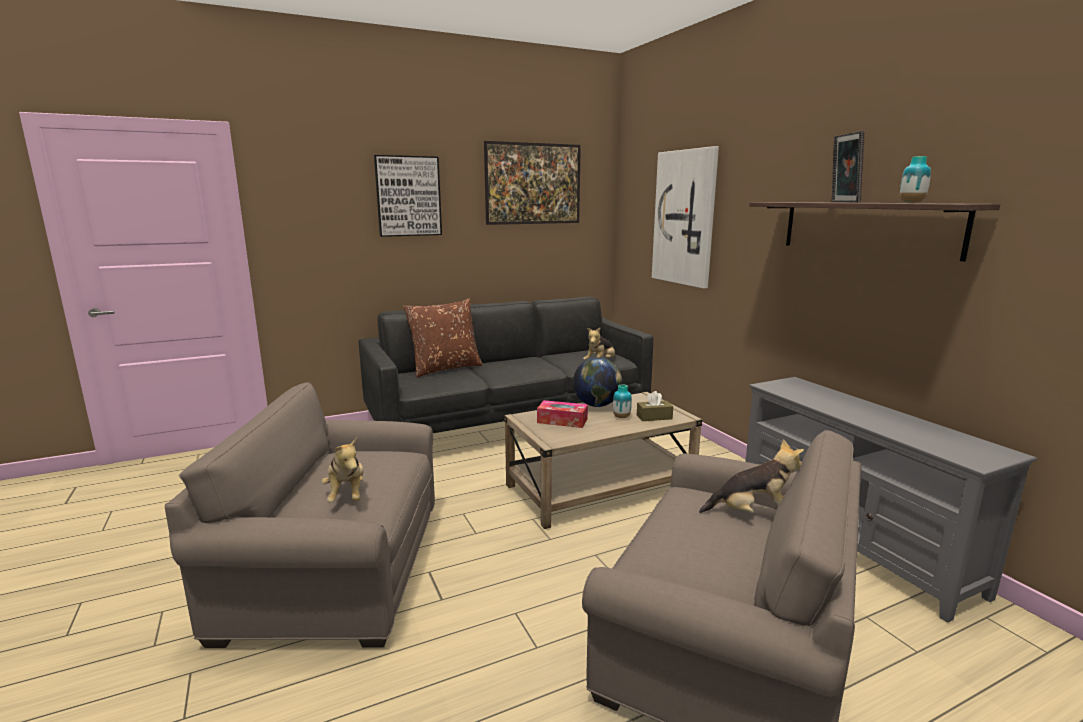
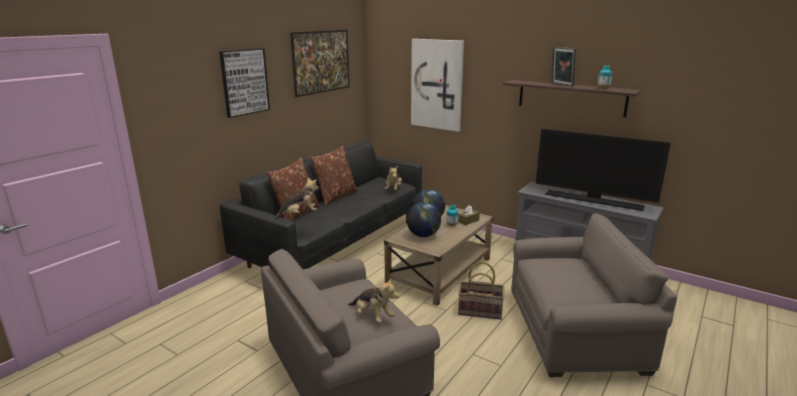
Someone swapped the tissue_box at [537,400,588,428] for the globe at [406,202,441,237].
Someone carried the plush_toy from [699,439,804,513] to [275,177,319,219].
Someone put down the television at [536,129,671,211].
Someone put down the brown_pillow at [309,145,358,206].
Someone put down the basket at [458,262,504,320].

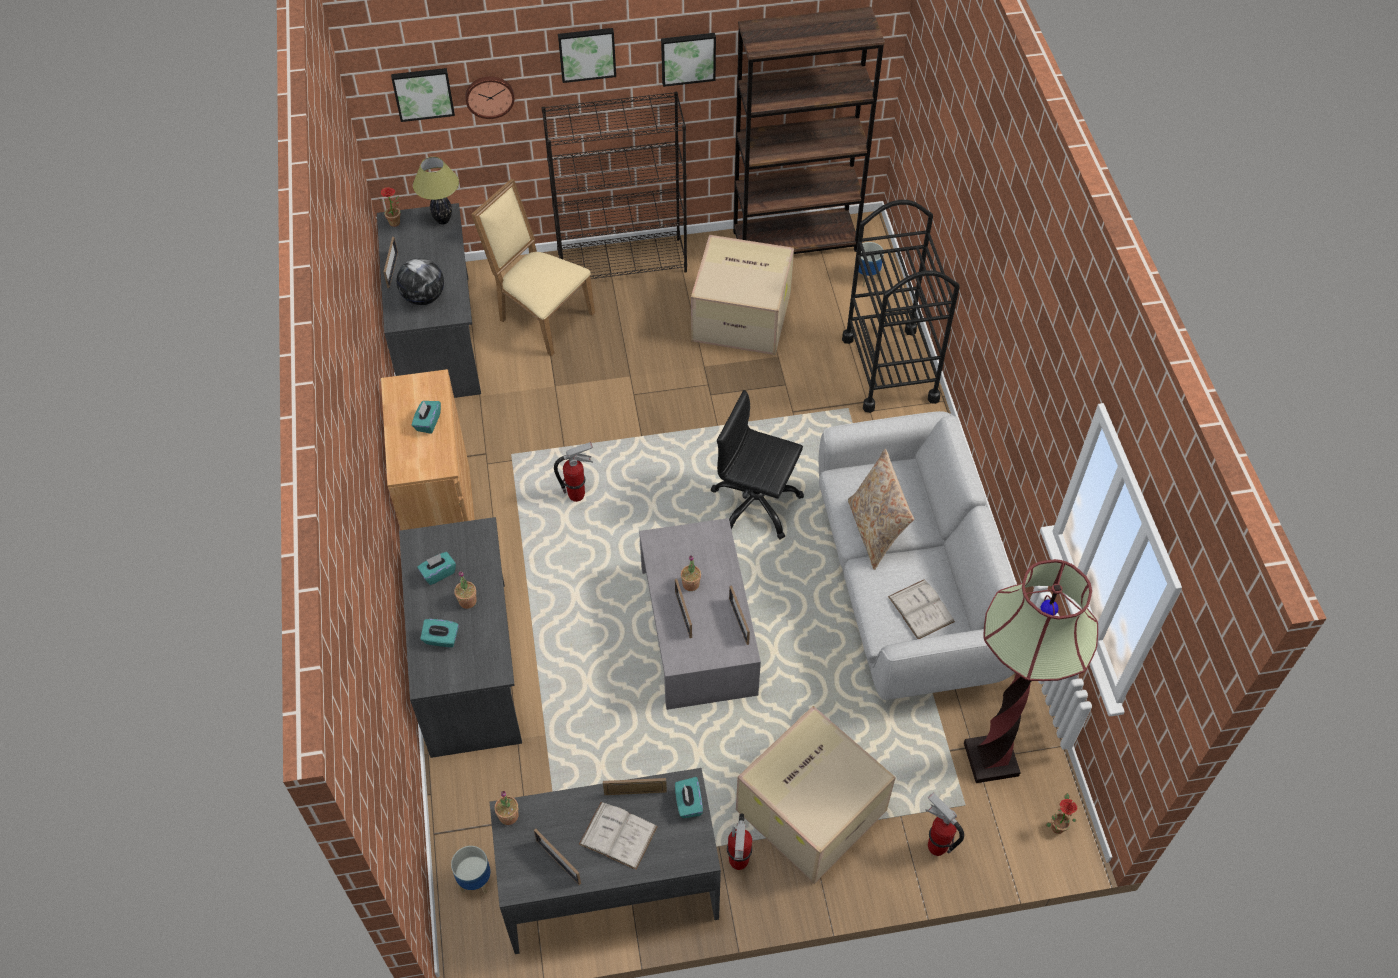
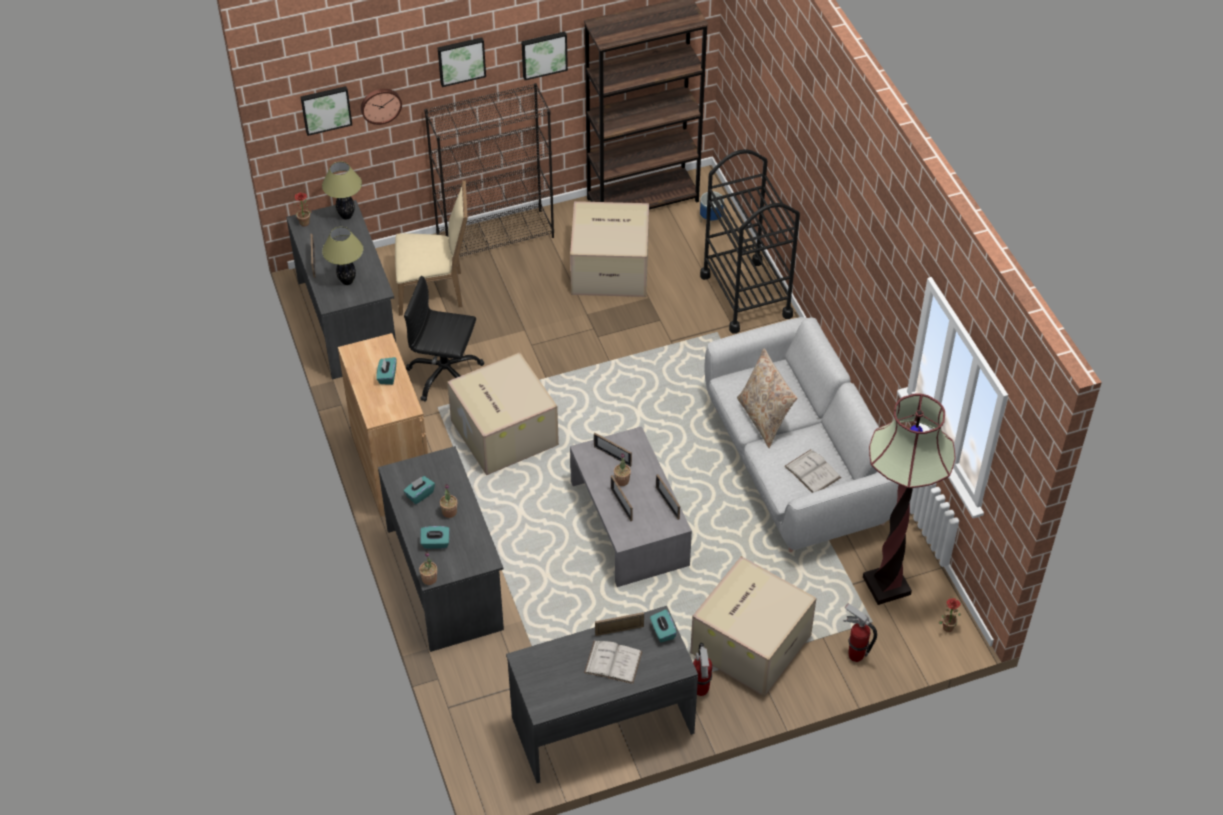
Someone rotated the beige_chair at [471,178,595,356] by 150 degrees clockwise.
Someone swapped the globe at [396,258,444,305] for the table_lamp at [322,227,363,285].
Someone carried the black_office_chair from [711,390,804,540] to [404,276,484,402].
Someone swapped the fire_extinguisher at [554,442,593,502] for the cardboard_box at [447,352,559,475].
Someone carried the potted_plant from [494,791,518,825] to [419,552,437,585].
Someone carried the picture_frame from [534,828,581,885] to [594,433,632,467].
Someone took away the planter at [451,846,491,894].

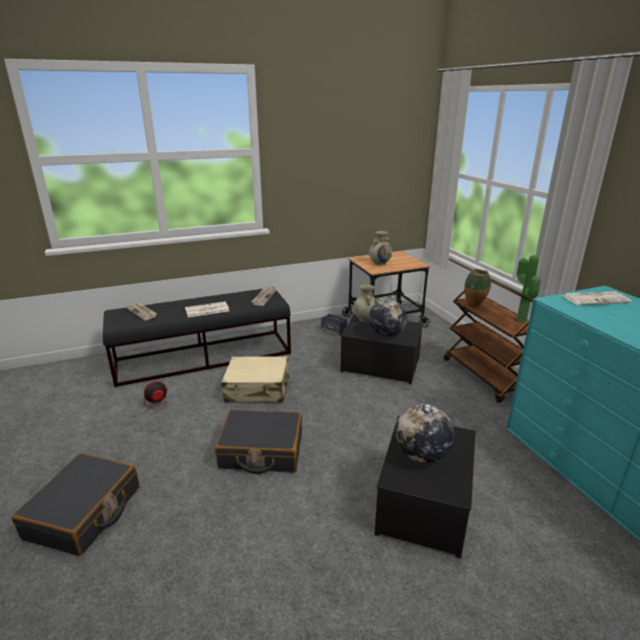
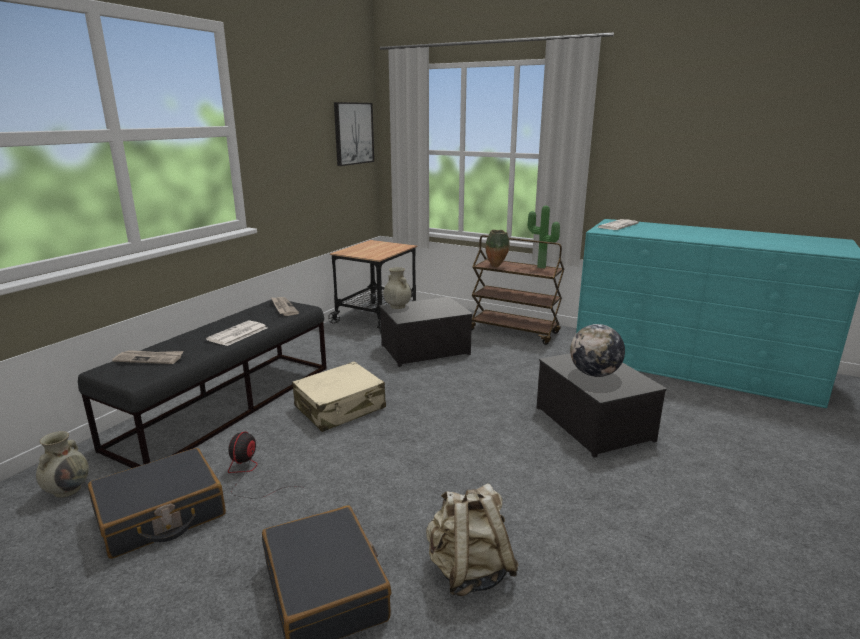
Someone carried the beige_vase from [369,231,392,265] to [36,431,89,498].
Someone took away the globe at [369,299,407,338].
Someone took away the speaker at [322,314,347,336].
Someone carried the black_suitcase from [215,410,302,474] to [88,448,226,559].
Someone put up the picture at [334,102,374,166].
Someone put down the beige_backpack at [426,483,519,596].

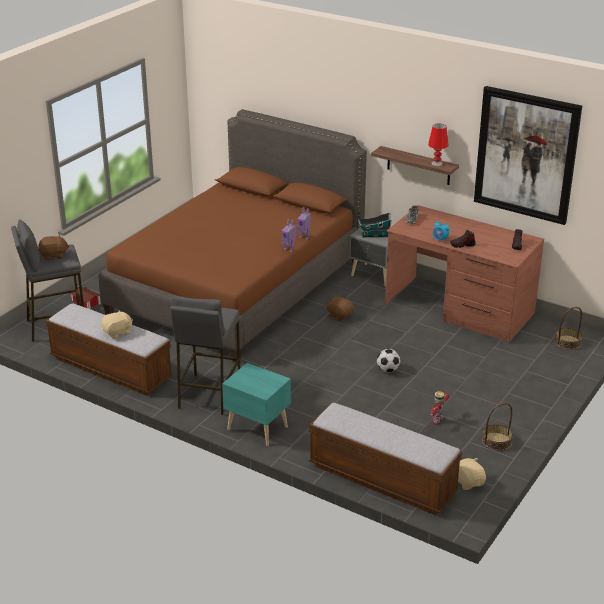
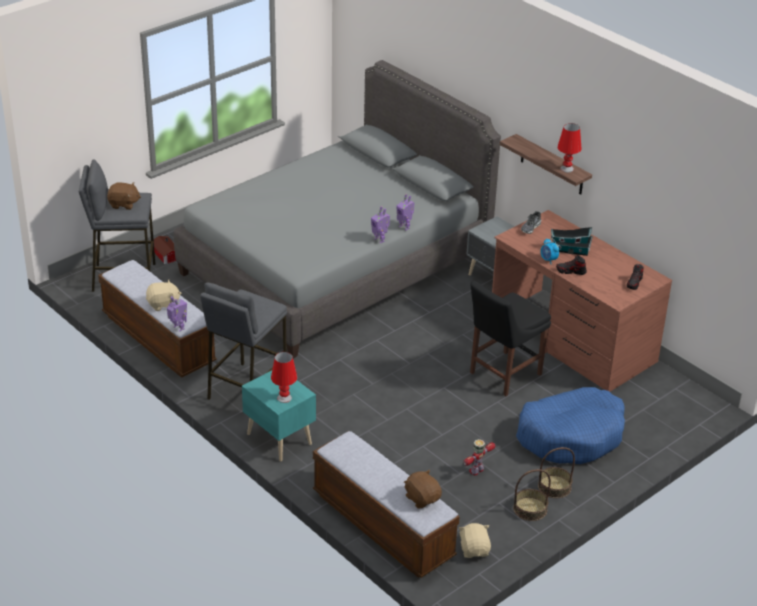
Someone took away the picture at [474,86,582,225].
Someone repainted the brown_bed at [99,109,367,363], which became the grey_bed at [174,60,501,358].
Someone carried the toy_house from [358,212,391,238] to [551,227,593,256].
Someone carried the brown_plush_toy from [327,295,354,321] to [404,470,442,509].
Someone carried the basket from [555,307,583,350] to [538,447,575,498].
Someone took away the football at [377,349,400,373].
Someone put down the black_chair at [470,281,551,396].
Someone put down the toy_robot at [167,296,187,332].
Someone put down the red_table_lamp at [271,352,297,403].
Someone put down the blue_dog_bed at [516,387,625,464].

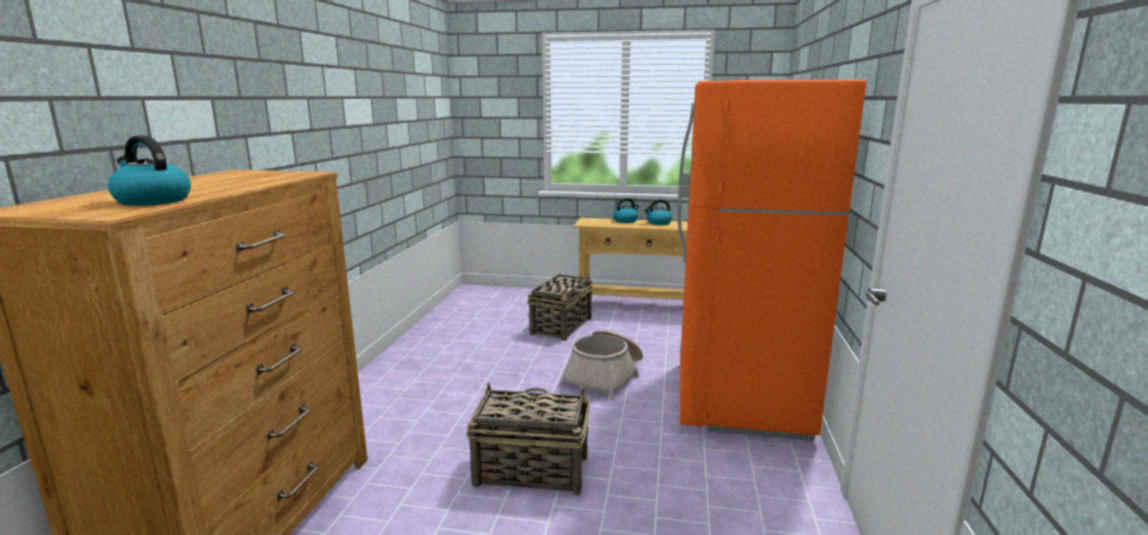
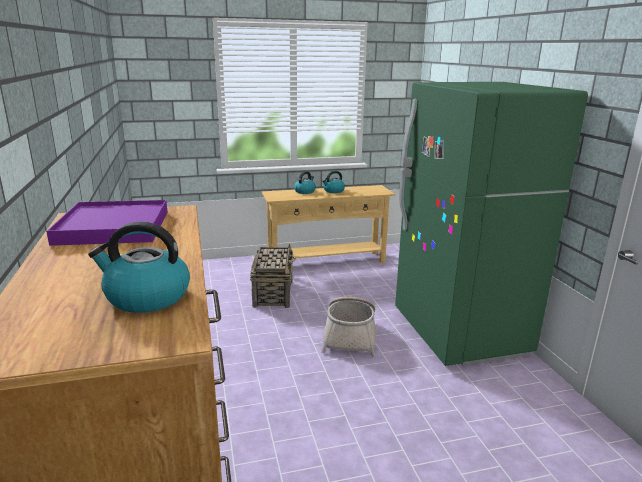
Someone repainted the orange_fridge at [678,80,866,441], which became the green_fridge at [395,82,588,366].
Someone took away the basket at [466,382,590,495].
Someone put down the purple_tray at [46,200,167,246].

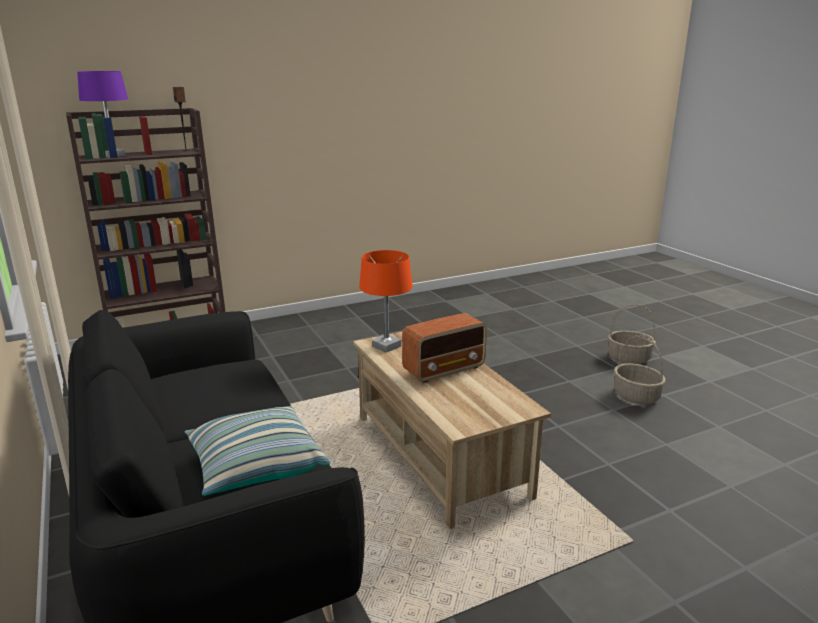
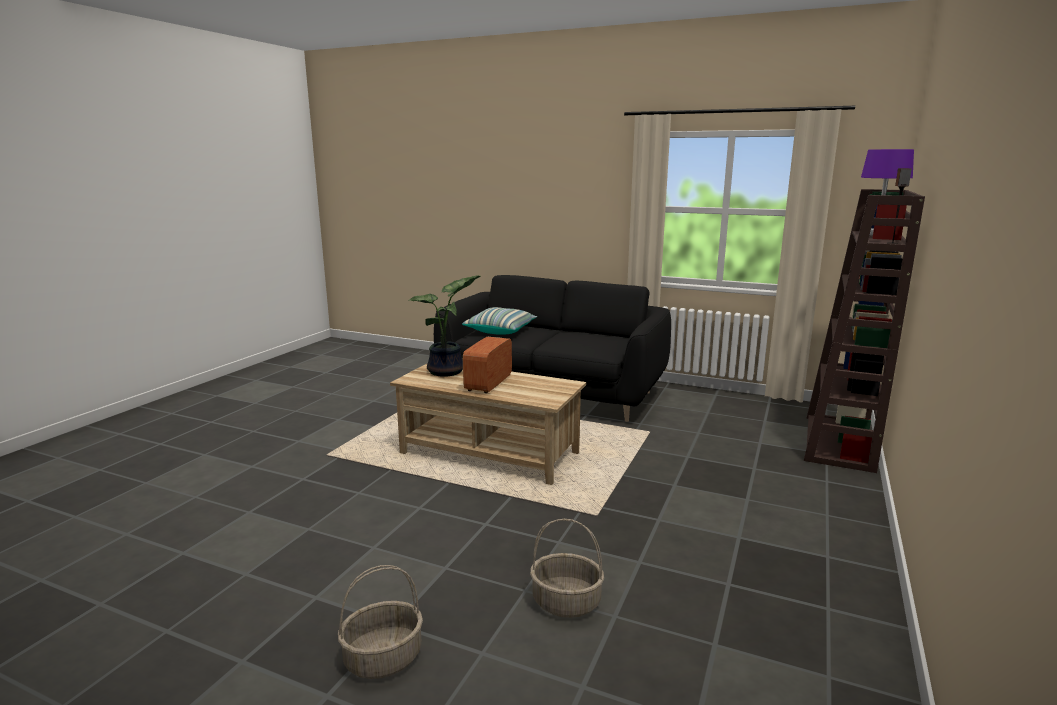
Someone took away the orange_table_lamp at [359,250,413,353].
Someone carried the basket from [614,335,666,405] to [530,519,604,618].
Someone put down the potted_plant at [408,275,481,377].

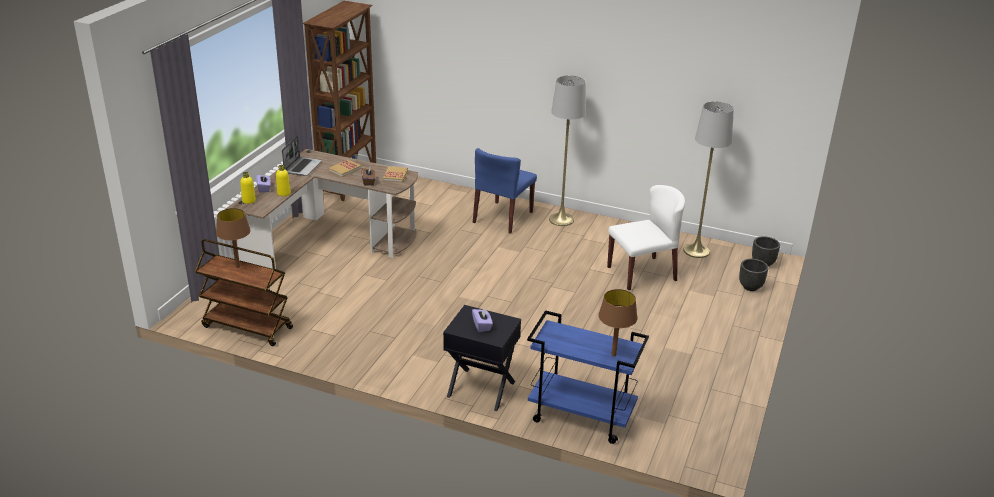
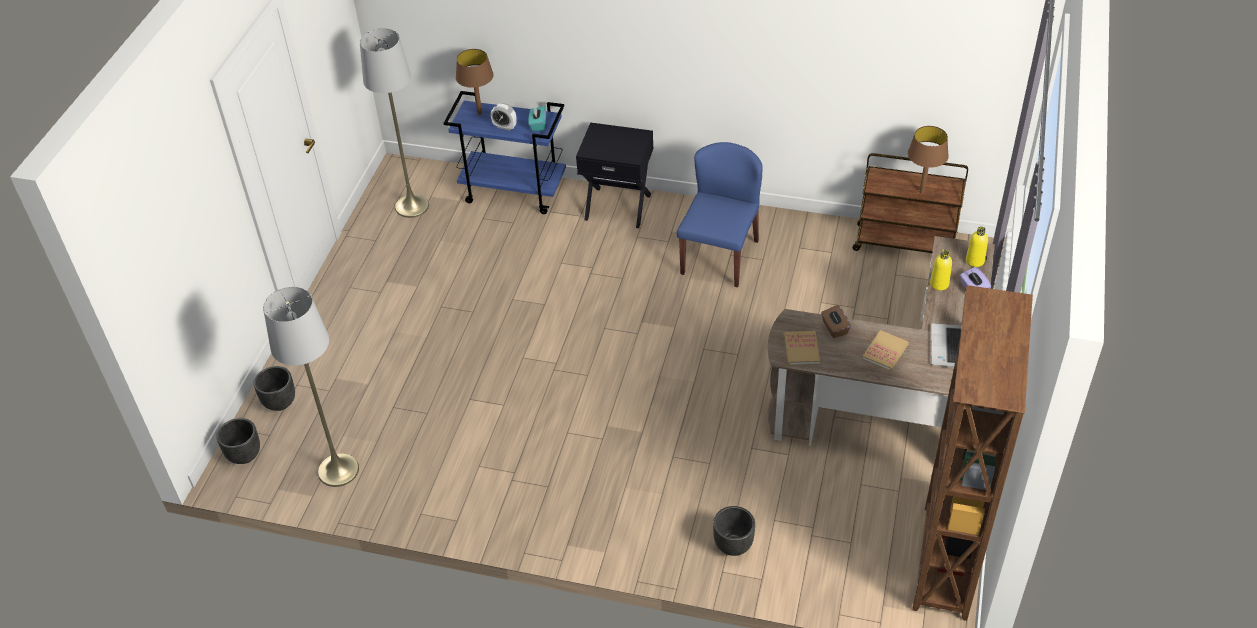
Someone carried the grey_floor_lamp from [549,75,586,226] to [360,28,429,218].
Someone carried the blue_chair from [473,148,537,234] to [677,142,763,287].
Someone took away the white_chair at [607,185,685,290].
Someone took away the purple_tissue_box at [472,308,493,332].
Someone put down the alarm_clock at [491,103,517,131].
Someone put down the turquoise_tissue_box at [528,106,546,131].
Someone put down the black_planter at [713,506,755,556].

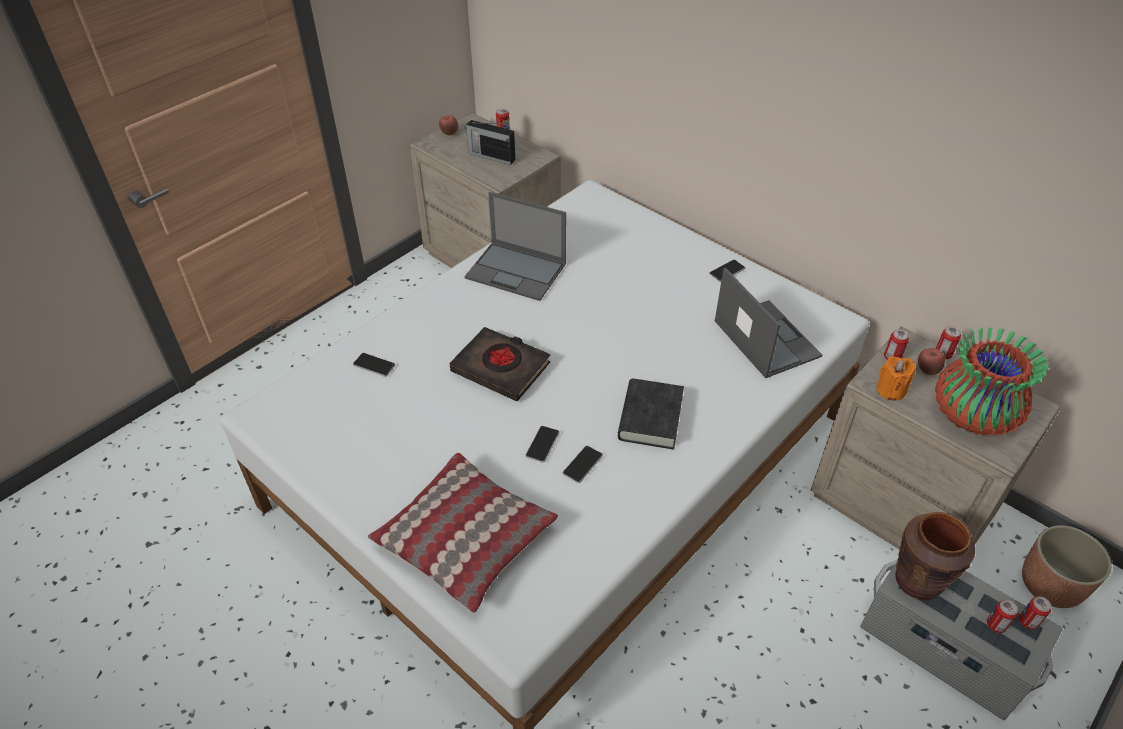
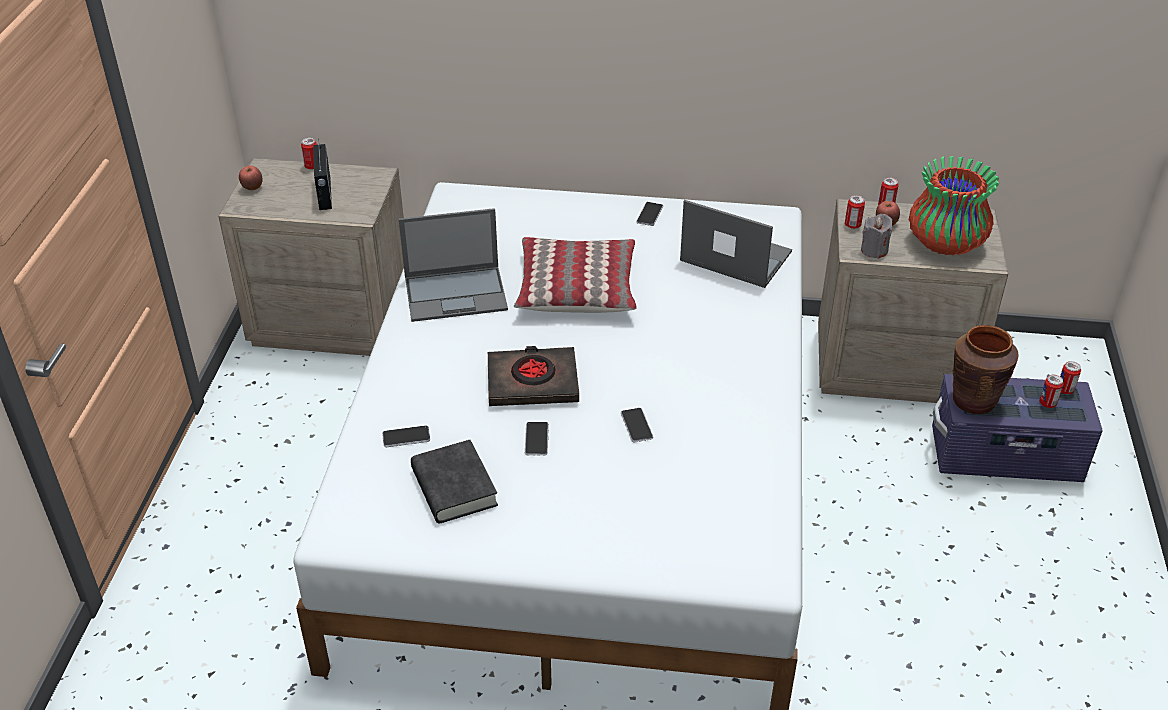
Someone rotated the radio at [465,120,515,165] by 90 degrees counterclockwise.
Someone repainted the orange_candle at [876,356,916,400], which became the grey_candle at [861,214,892,259].
Someone carried the black_book from [618,379,684,450] to [411,440,498,523].
Someone carried the phone from [563,446,603,483] to [525,422,549,456].
Someone carried the pillow from [368,453,558,613] to [514,237,637,313].
Someone took away the planter at [1022,525,1111,608].
Someone repainted the grey_storage_box at [860,559,1062,720], which became the purple_storage_box at [932,374,1103,482].

